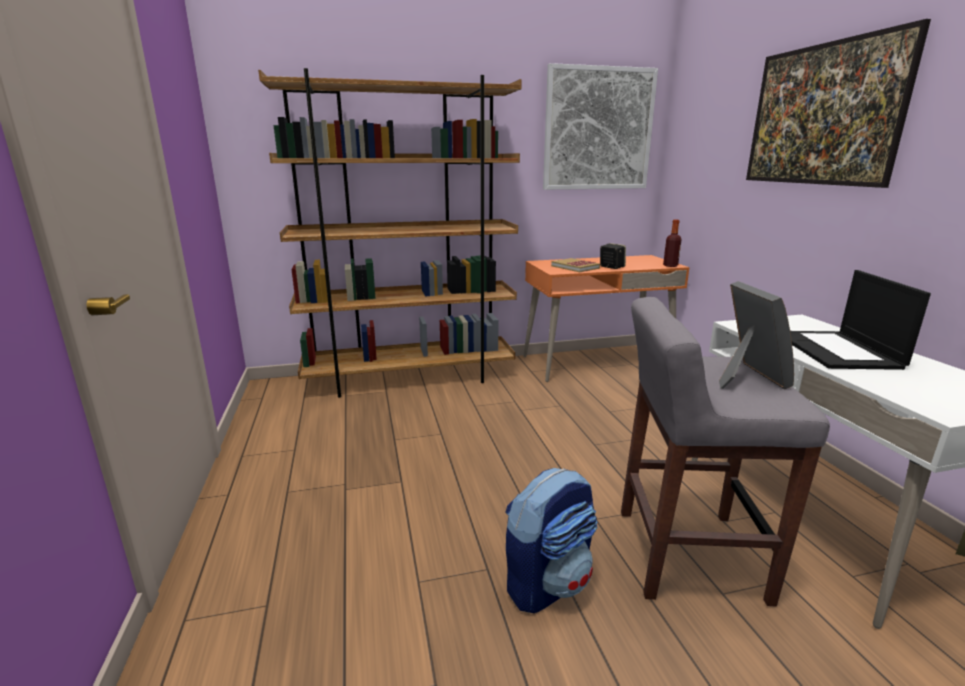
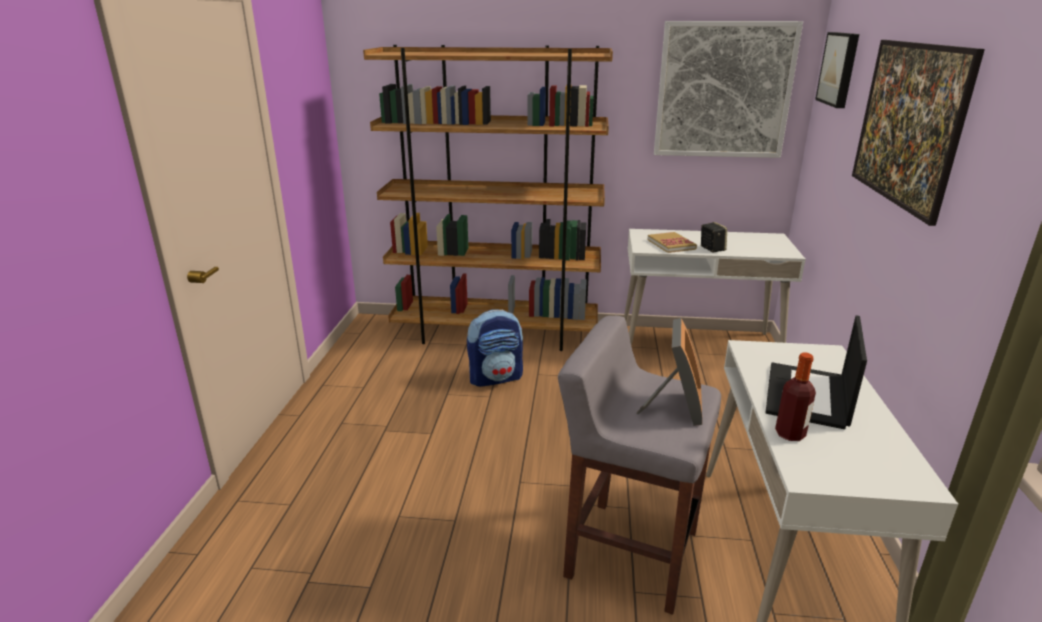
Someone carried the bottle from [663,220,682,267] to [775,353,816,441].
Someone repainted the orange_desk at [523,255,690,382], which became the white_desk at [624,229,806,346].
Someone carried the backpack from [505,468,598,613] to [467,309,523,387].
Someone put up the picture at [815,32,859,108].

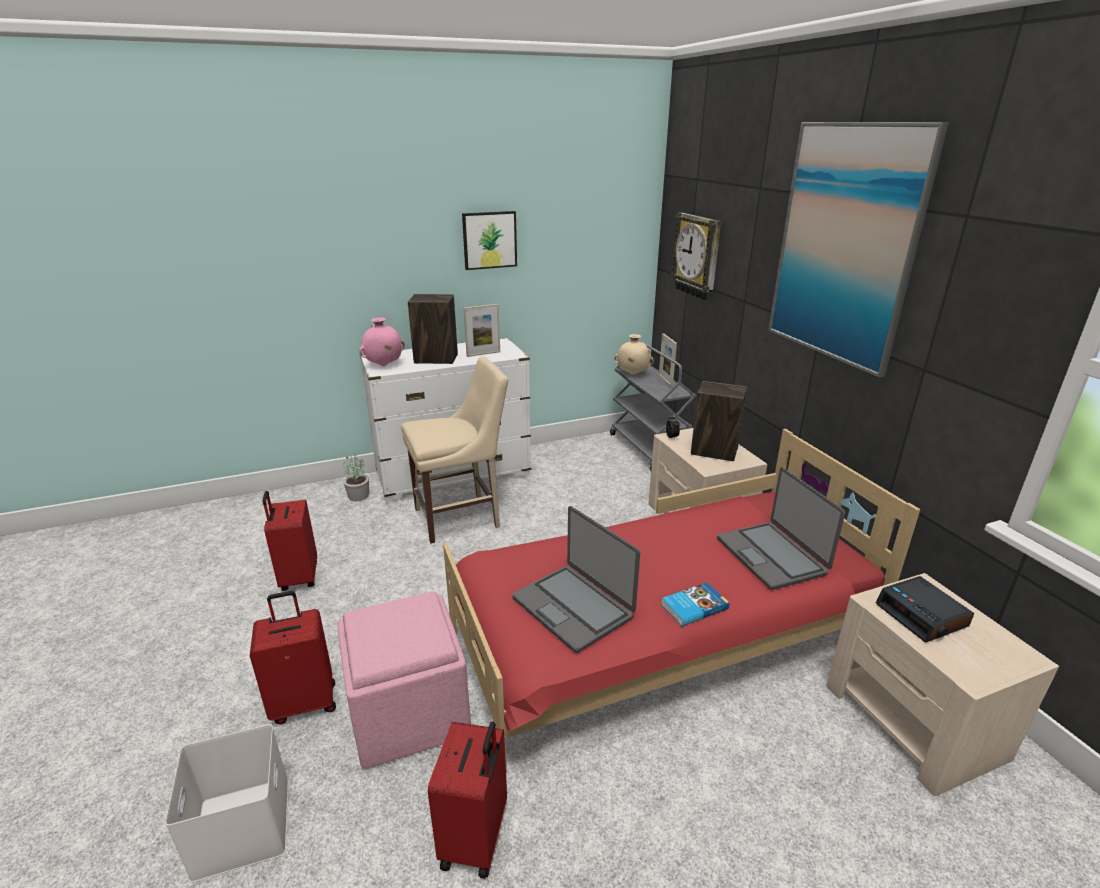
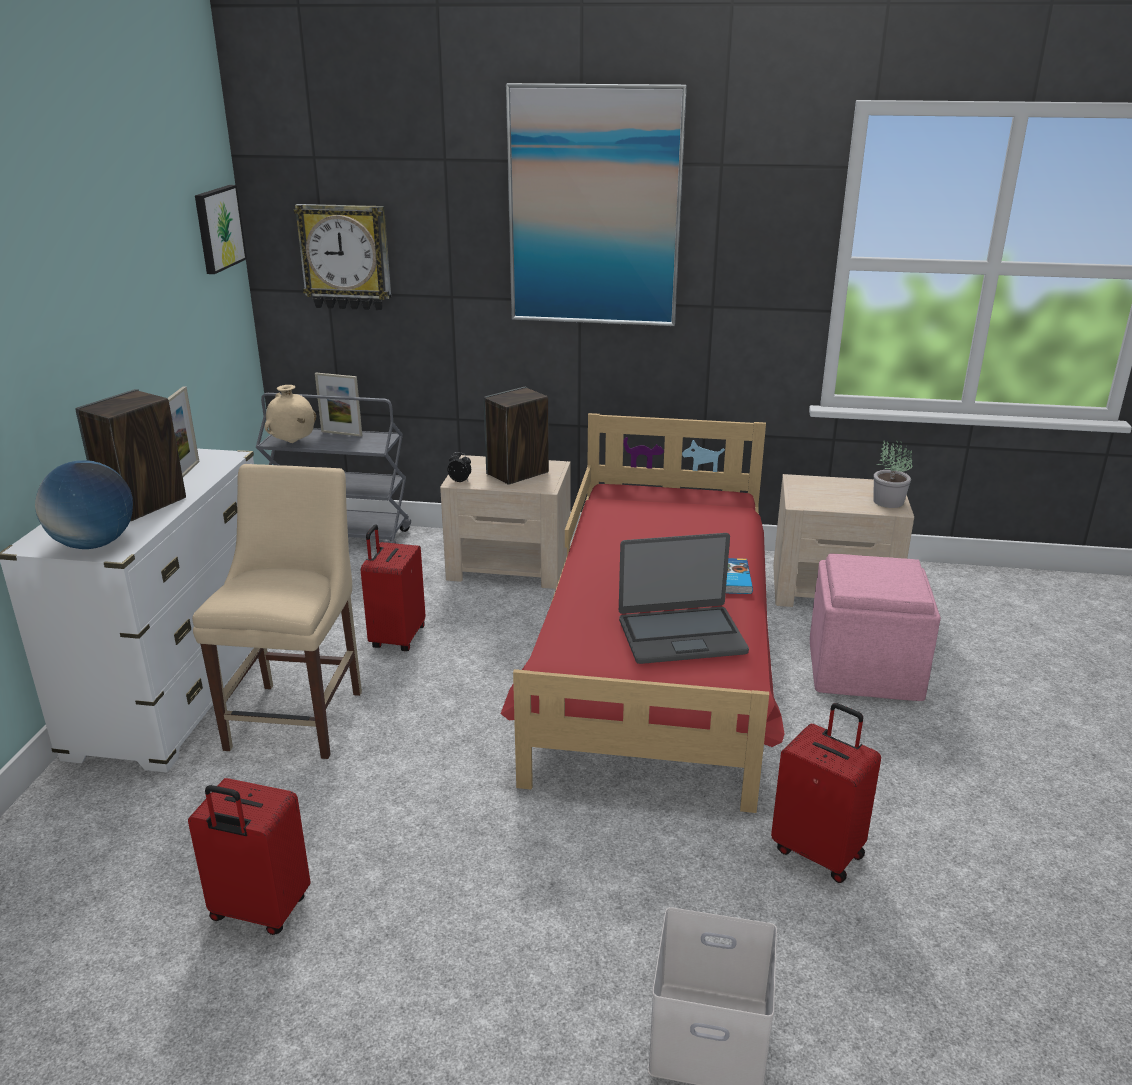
Someone carried the picture from [462,211,517,270] to [195,185,247,274].
Someone swapped the pink_vase at [359,318,405,366] for the globe at [35,460,133,549].
Someone carried the potted_plant from [343,456,369,501] to [874,441,913,508].
Someone took away the laptop at [717,467,845,590].
Someone took away the alarm_clock at [876,576,974,643].
Someone carried the red_suitcase from [250,591,336,724] to [361,525,425,651].
Someone carried the pink_ottoman from [338,591,471,769] to [810,554,941,701].

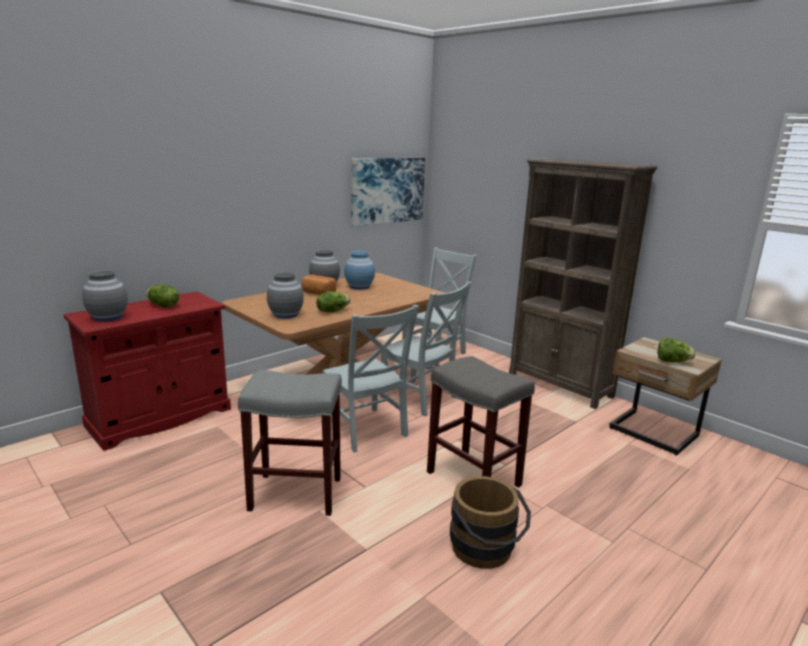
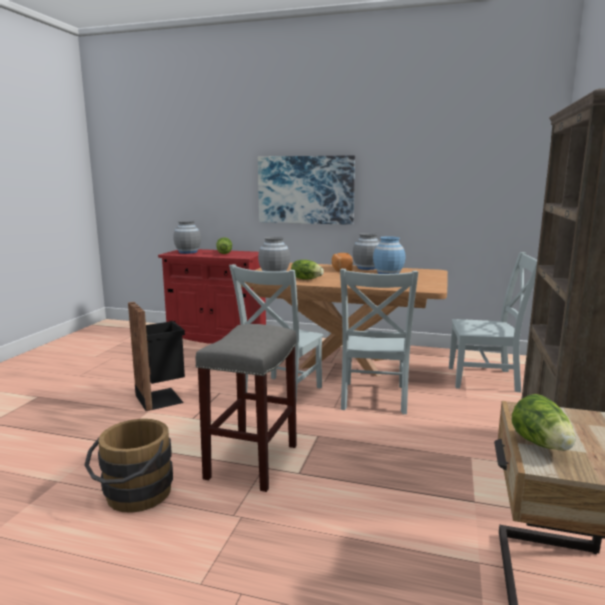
Someone carried the picture from [351,158,425,227] to [258,155,355,225].
Someone swapped the grey_stool at [238,370,342,516] for the black_trash_can at [128,302,185,411].

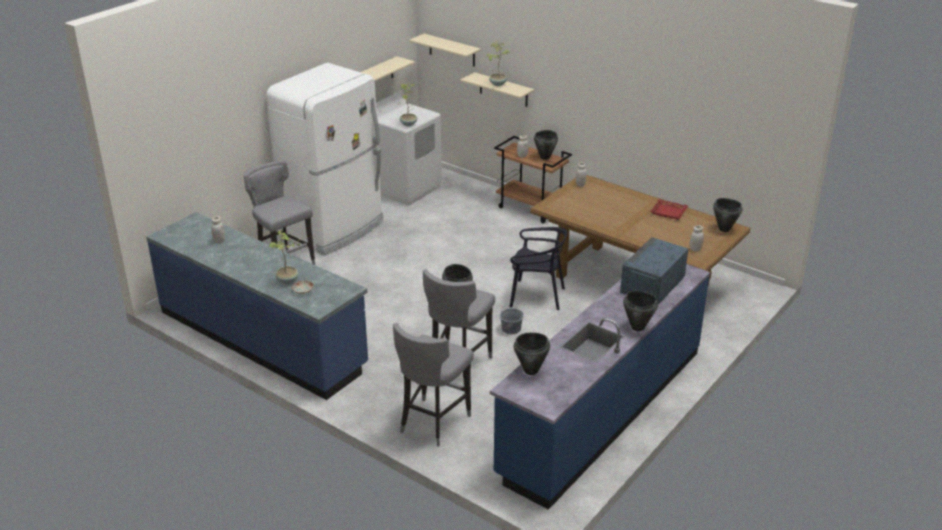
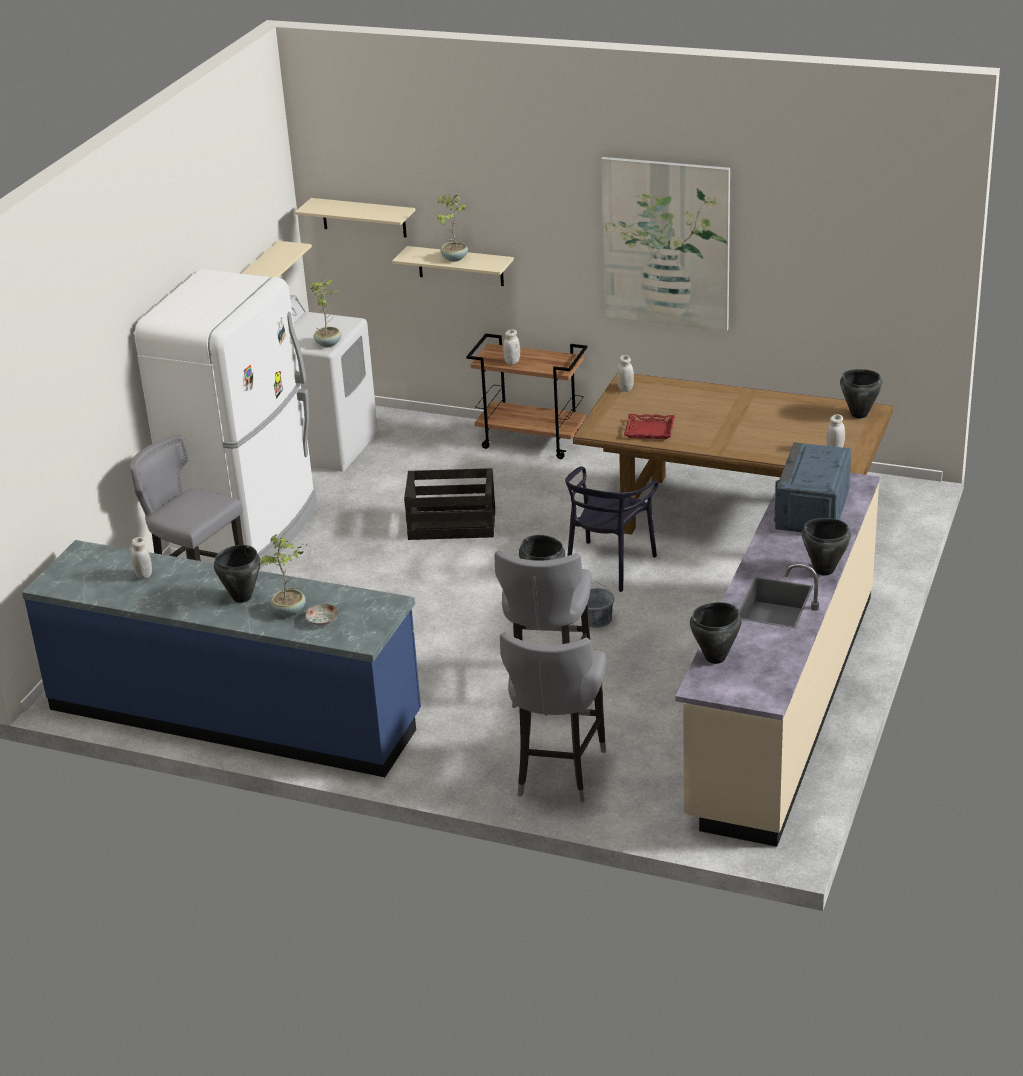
Someone carried the black_cooking_pot from [534,130,558,160] to [214,545,260,603].
Someone carried the red_tray from [650,199,688,220] to [624,414,675,439].
Someone rotated the black_chair at [509,227,567,310] by 120 degrees clockwise.
Someone repainted the blue_counter at [490,264,710,510], which became the beige_counter at [675,473,880,847].
Someone put up the picture at [601,157,730,331].
Someone put down the crate at [404,468,495,540].

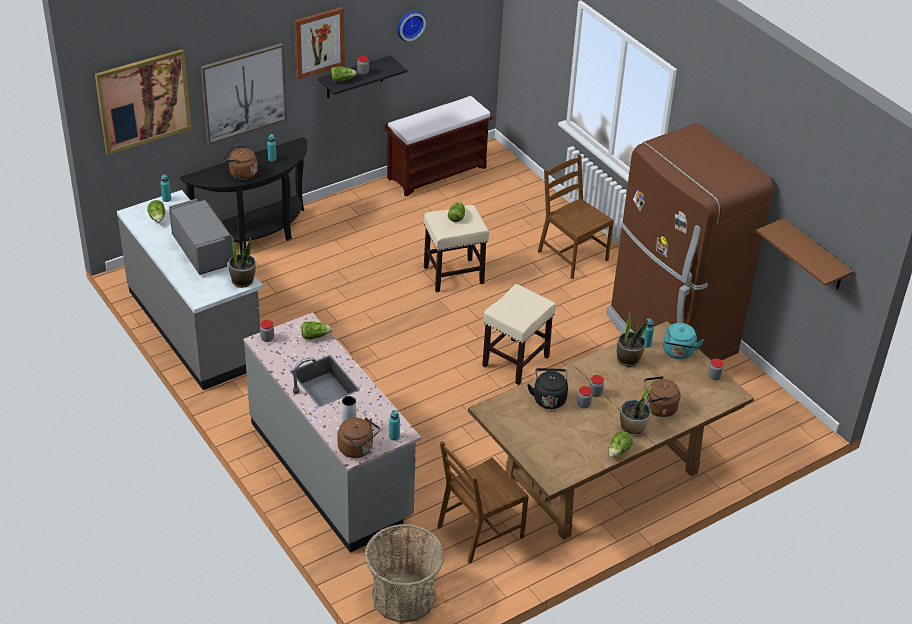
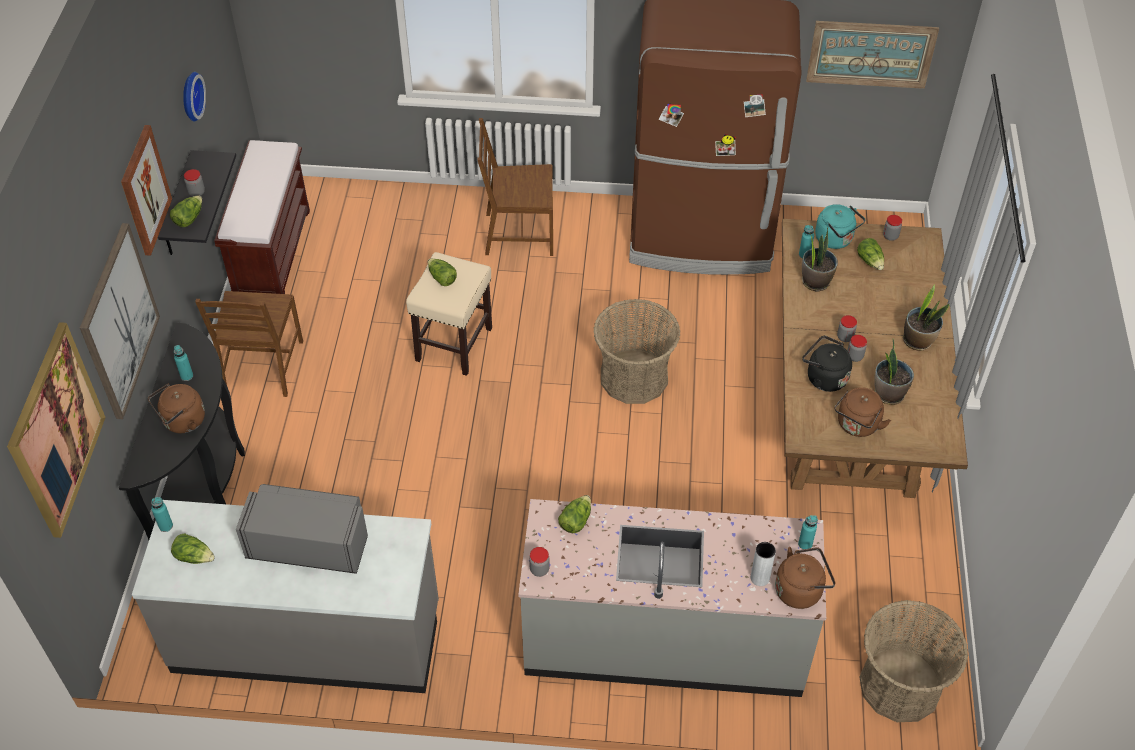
Someone swapped the brown_shelf at [756,218,853,289] for the picture at [806,21,939,89].
Someone carried the potted_plant from [229,236,256,288] to [874,339,914,405].
Someone swapped the beige_stool at [482,284,556,385] for the basket at [593,299,680,404].
Someone carried the brown_kettle from [644,376,681,417] to [834,387,891,437].
Someone carried the lettuce from [609,431,633,457] to [857,238,884,270].
Someone carried the brown_chair from [437,441,529,564] to [195,291,303,397].

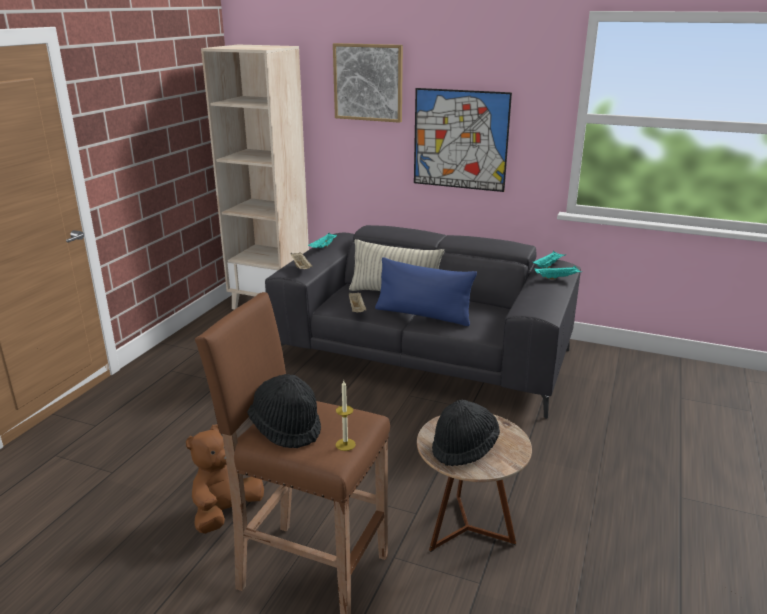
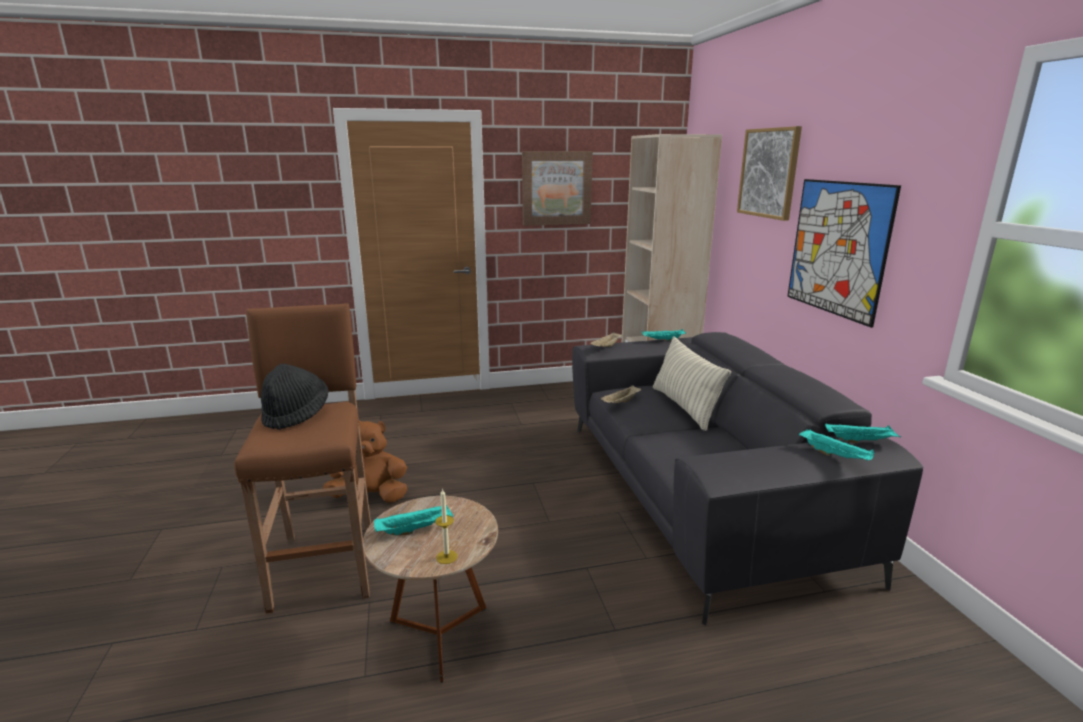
Someone took away the blue_pillow at [375,257,477,326].
Someone carried the candle from [336,381,356,451] to [435,488,458,564].
Someone swapped the black_hat at [432,399,500,466] for the turquoise_tray at [374,505,453,535].
Someone put up the picture at [522,151,593,226].

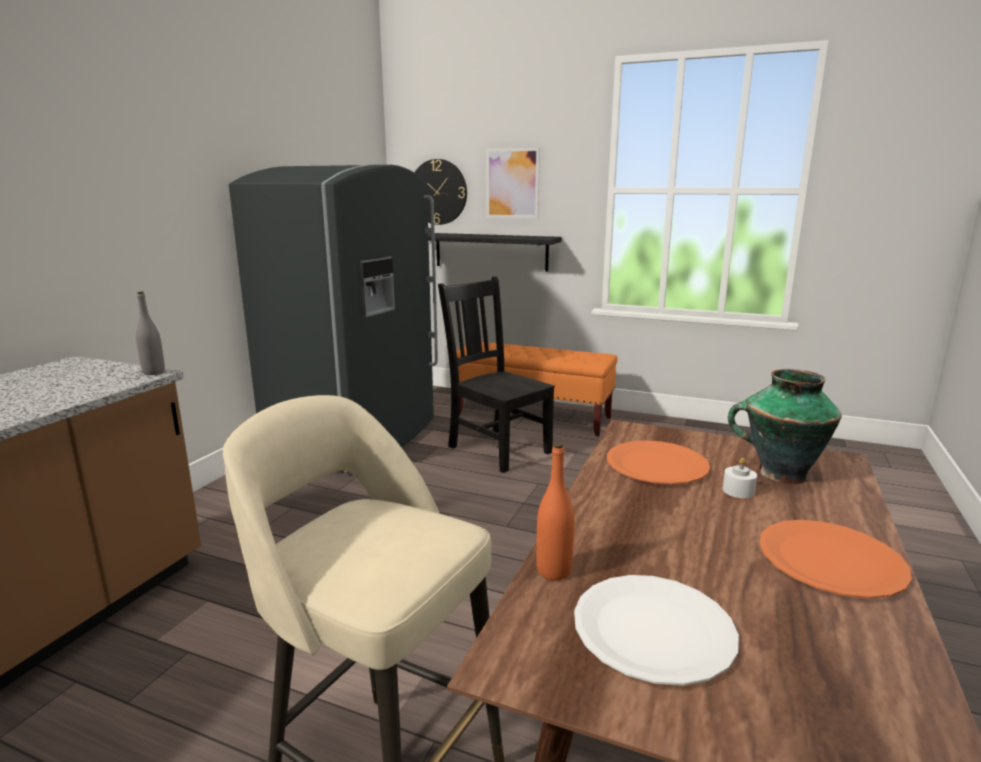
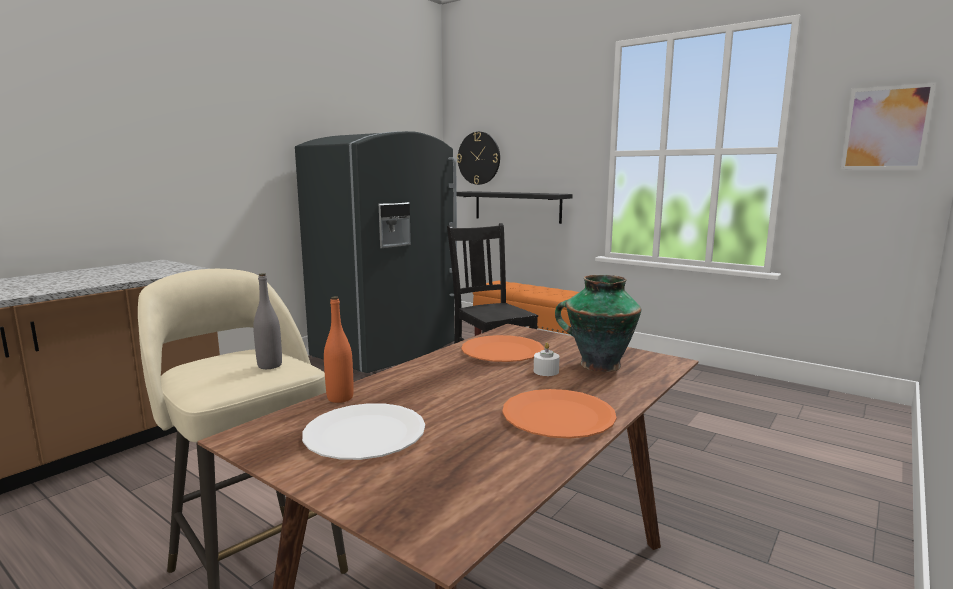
Someone carried the picture from [486,148,540,219] to [840,83,936,170].
Someone carried the grey_bottle from [136,292,165,375] to [253,273,282,369].

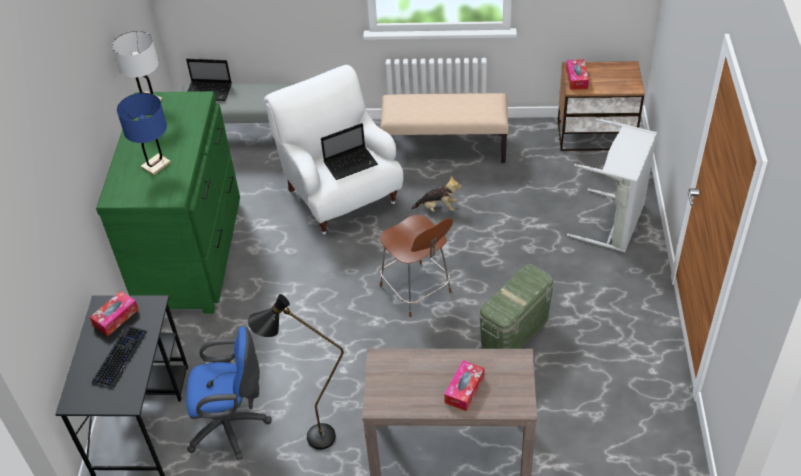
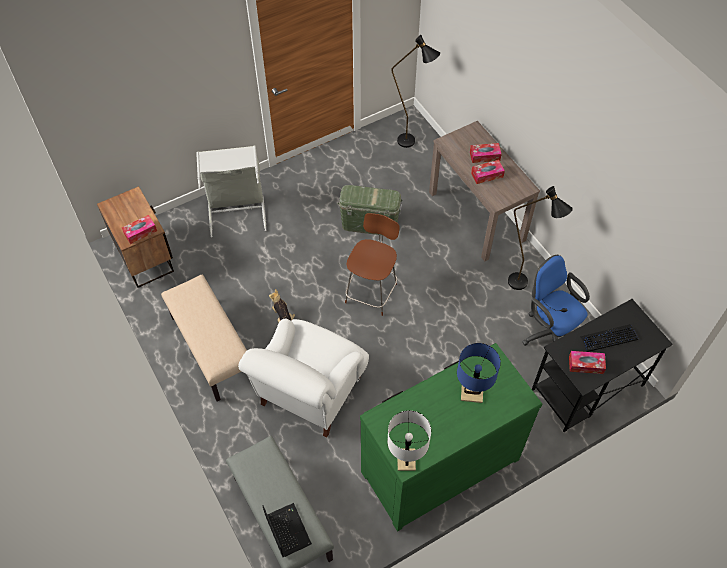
Someone took away the laptop at [321,123,378,180].
Someone put down the black_floor_lamp at [391,35,440,148].
Someone put down the tissue_box at [471,160,505,184].

